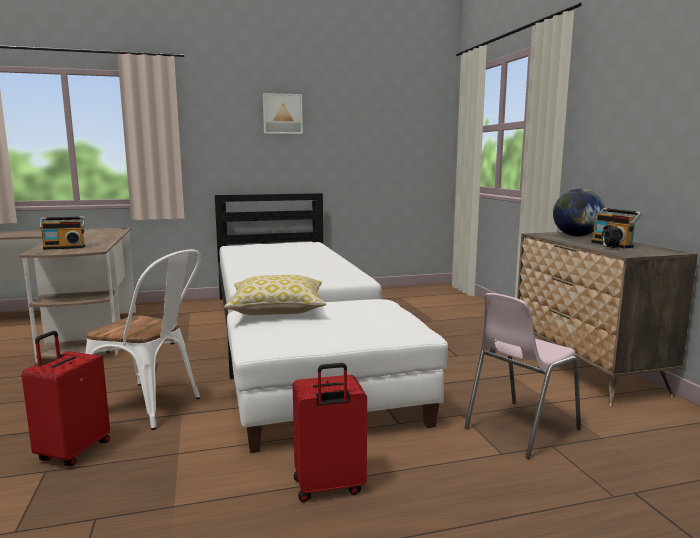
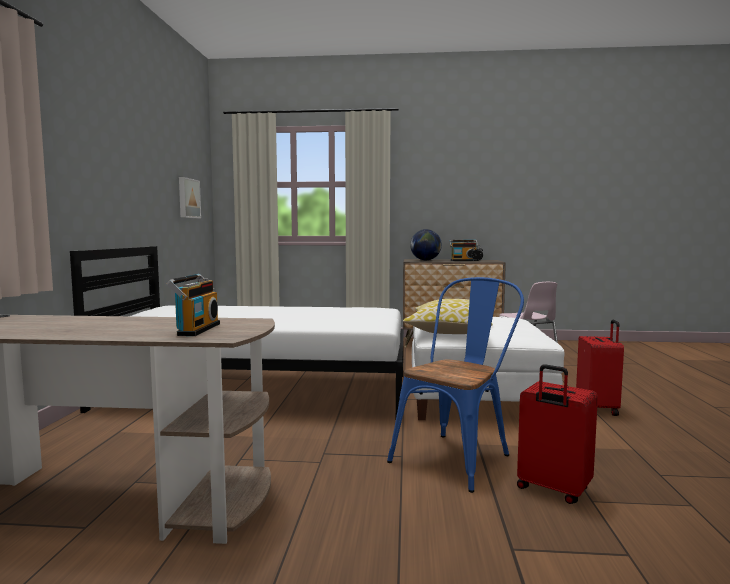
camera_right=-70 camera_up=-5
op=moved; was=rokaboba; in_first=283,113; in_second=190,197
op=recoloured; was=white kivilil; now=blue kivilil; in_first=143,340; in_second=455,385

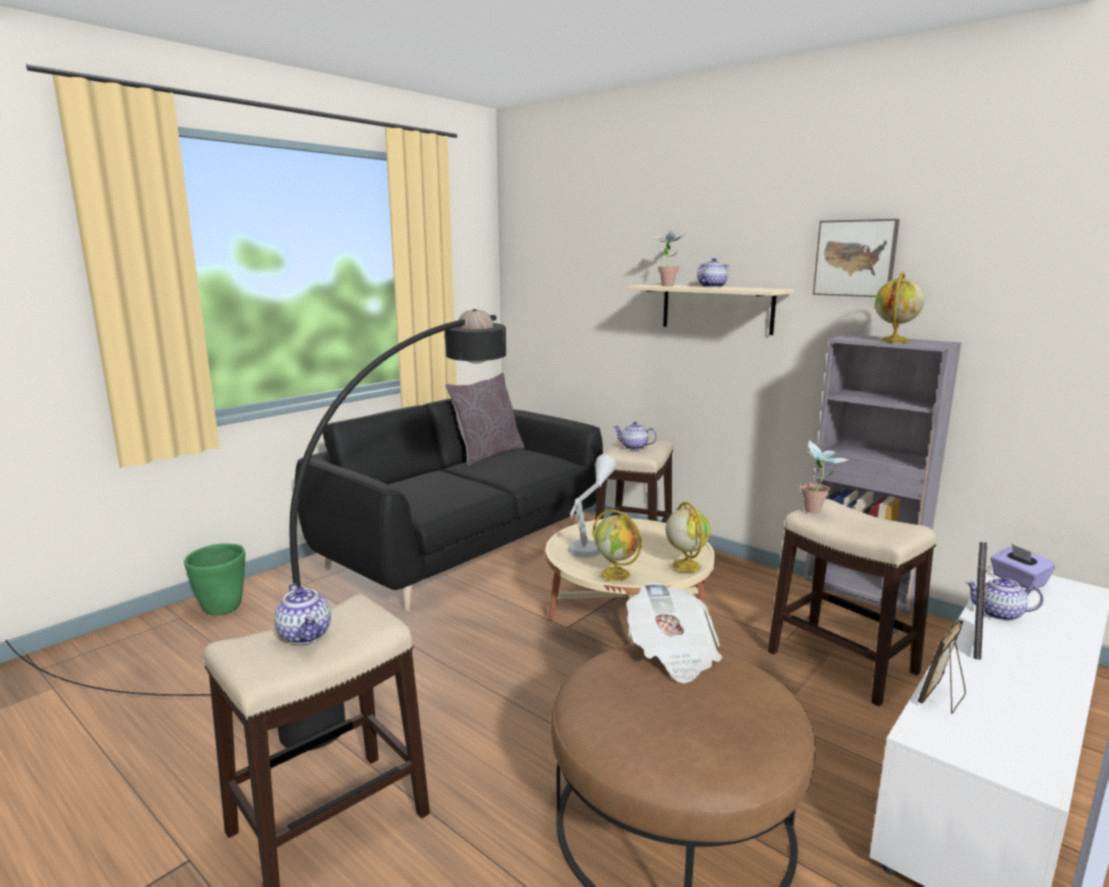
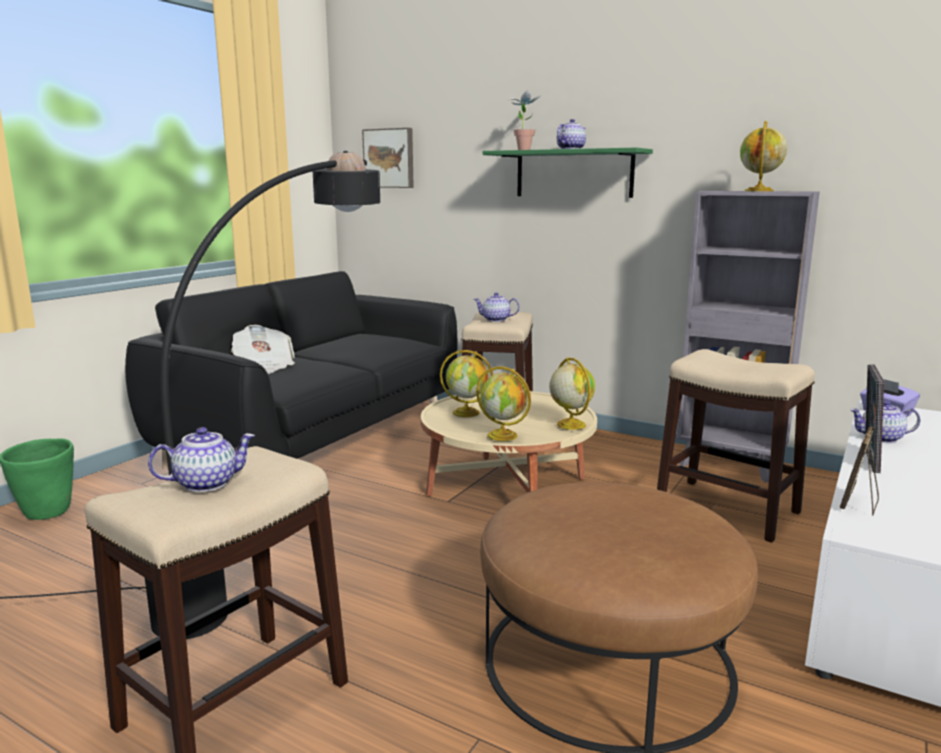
camera_right=-10 camera_up=0
op=moved; was=rokaboba; in_first=856,258; in_second=388,158
op=recoloured; was=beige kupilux; now=green kupilux; in_first=711,309; in_second=568,173
op=removed; was=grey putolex; in_first=485,419
op=removed; was=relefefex; in_first=825,476
op=replaced; was=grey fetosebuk; now=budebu; in_first=592,506; in_second=466,383
op=moved; was=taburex; in_first=674,633; in_second=263,349
op=turned; was=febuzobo; in_first=302,613; in_second=201,459; clockwise=-75

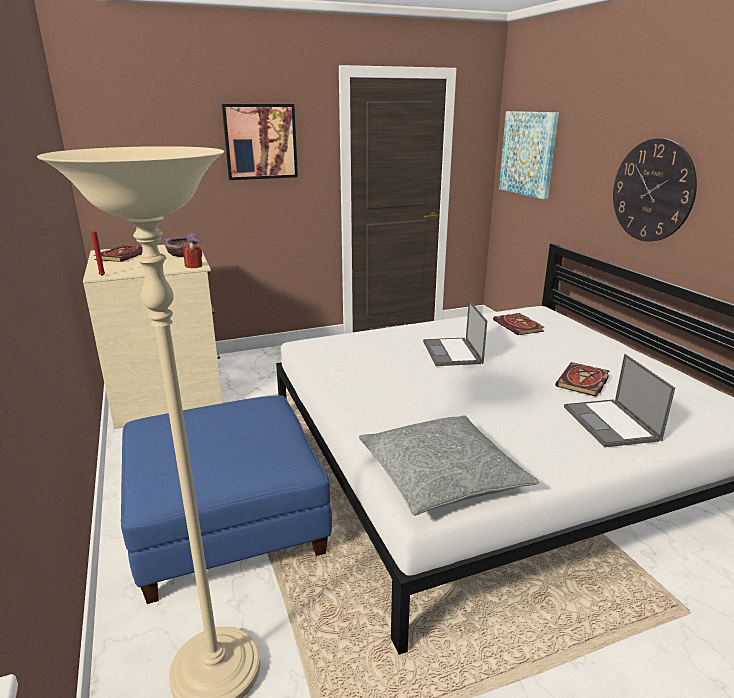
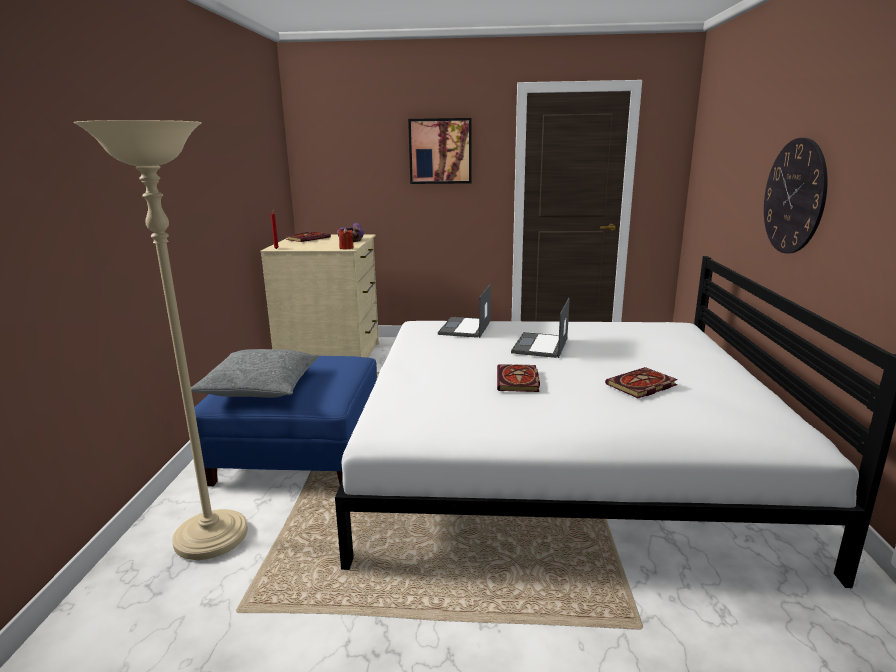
camera_right=25 camera_up=-5
op=removed; was=rokaboba; in_first=529,155
op=moved; was=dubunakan; in_first=519,324; in_second=518,378
op=moved; was=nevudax; in_first=619,400; in_second=464,311
op=moved; was=grey putolex; in_first=449,466; in_second=255,373

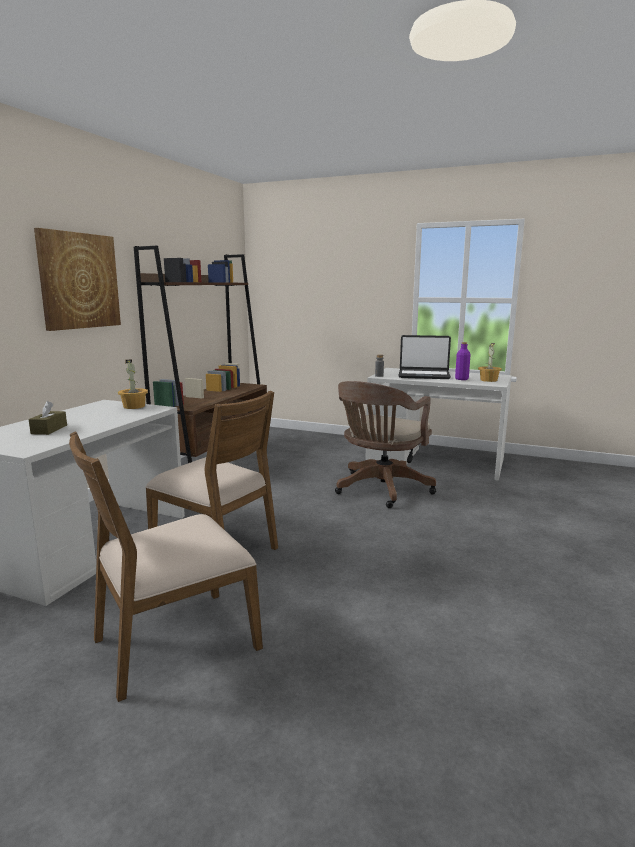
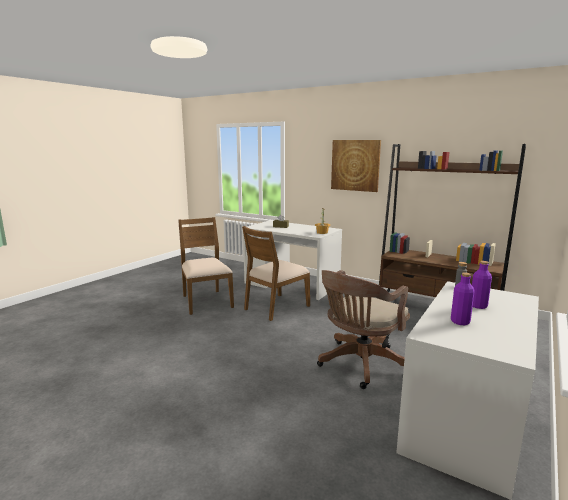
camera_right=100 camera_up=0
op=replaced; was=nevudax; now=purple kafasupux; in_first=424,357; in_second=482,285
op=removed; was=relefefex; in_first=490,362
op=turned; was=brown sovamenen; in_first=385,444; in_second=363,329; clockwise=-90

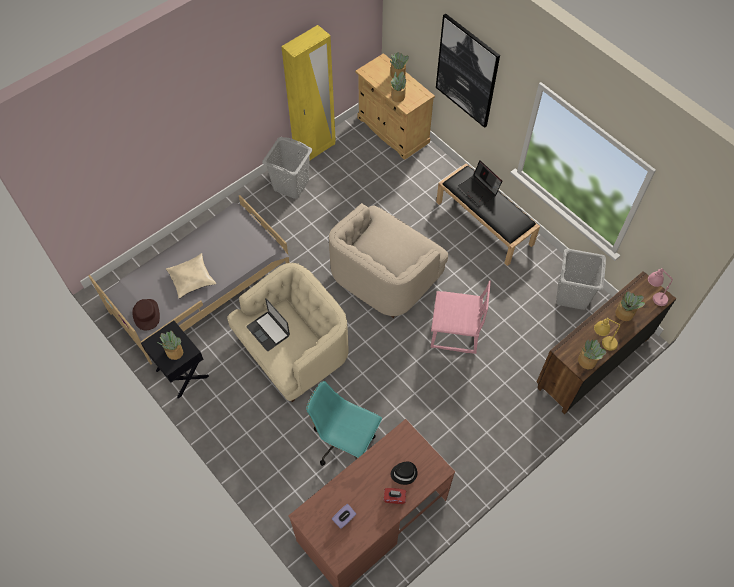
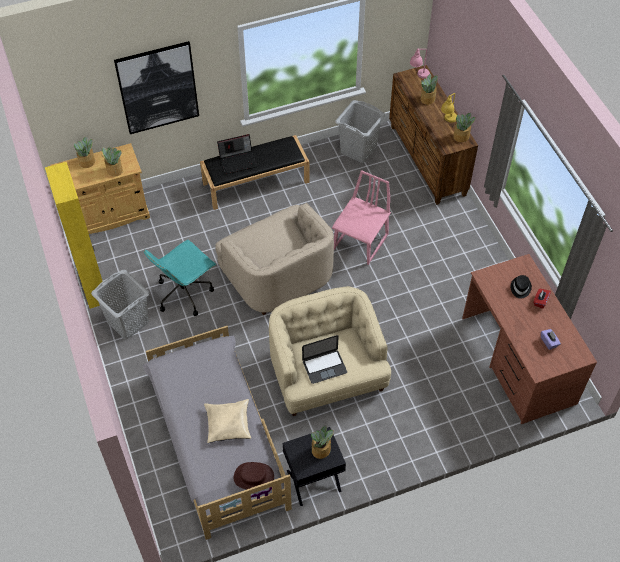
camera_right=-70 camera_up=-5
op=moved; was=turquoise sovamenen; in_first=344,423; in_second=180,278

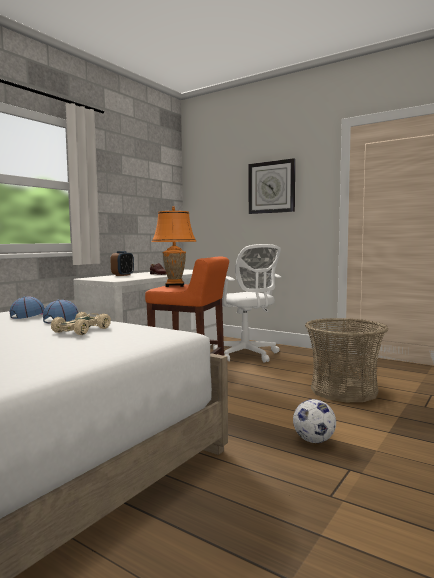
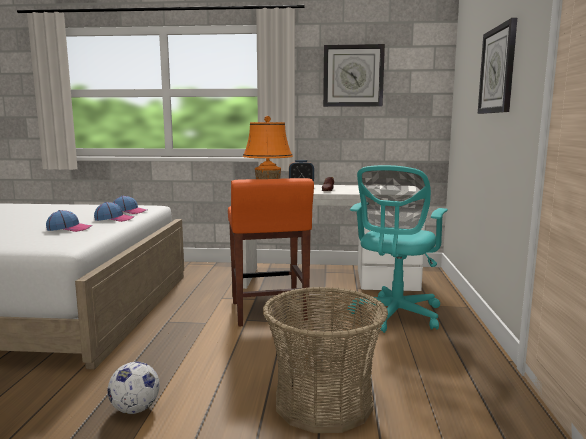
camera_right=60 camera_up=5
op=recoloured; was=white sovamenen; now=turquoise sovamenen; in_first=247,303; in_second=397,249
op=replaced; was=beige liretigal; now=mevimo; in_first=81,323; in_second=69,221
op=added; now=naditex; in_second=354,75

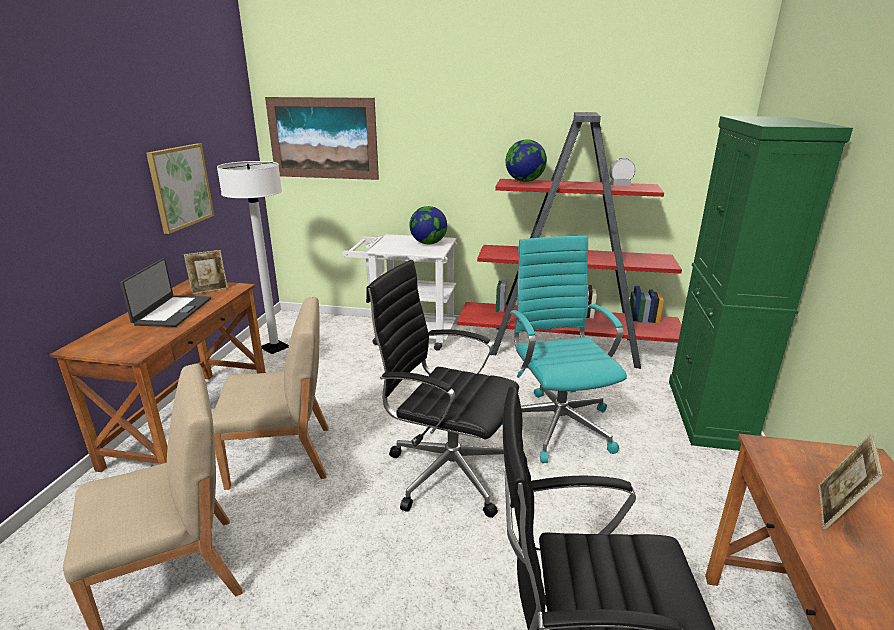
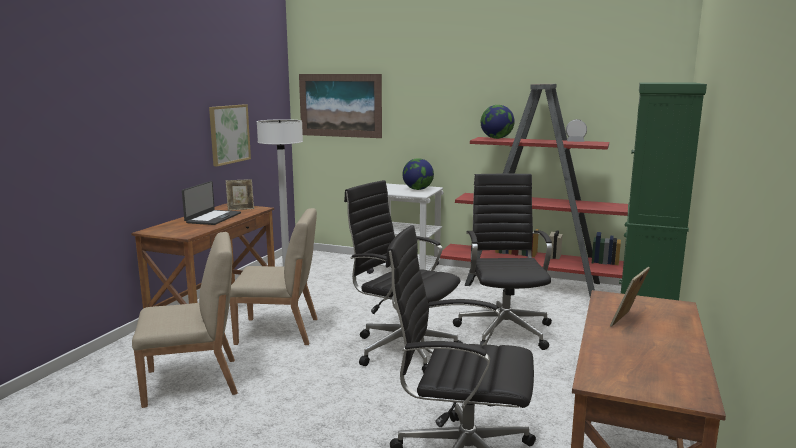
camera_right=10 camera_up=-10
op=recoloured; was=turquoise sovamenen; now=black sovamenen; in_first=564,349; in_second=502,262

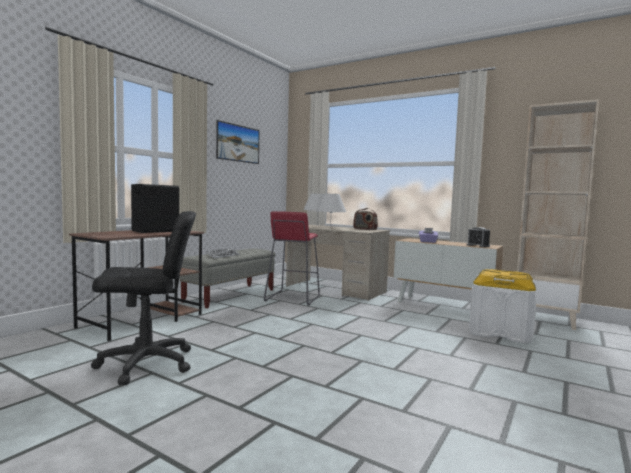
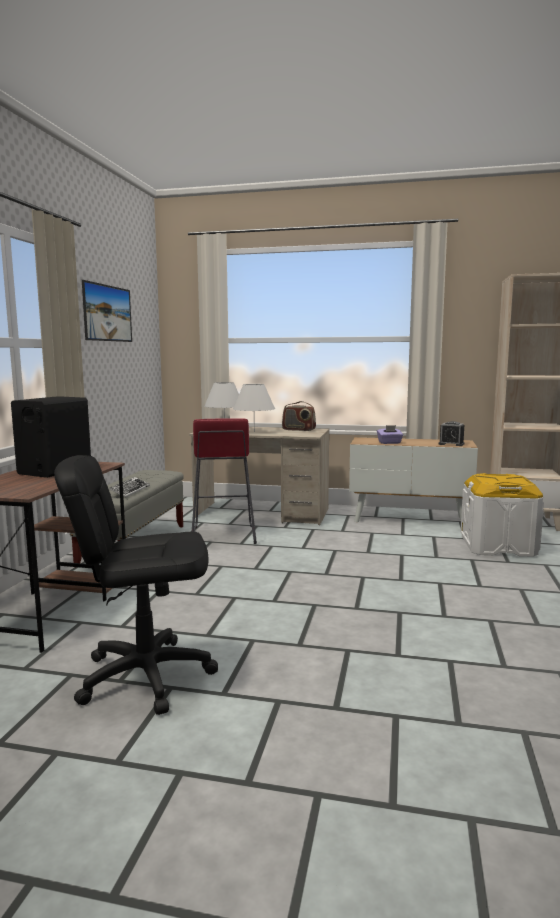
camera_right=-20 camera_up=5
op=turned; was=black sovamenen; in_first=143,298; in_second=136,585; clockwise=-150

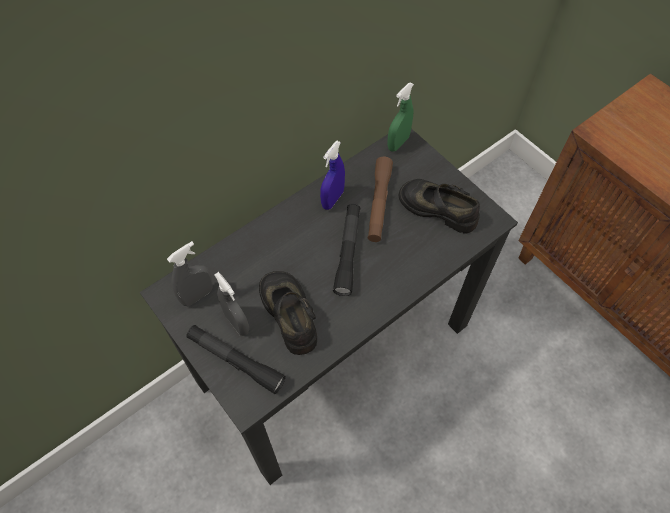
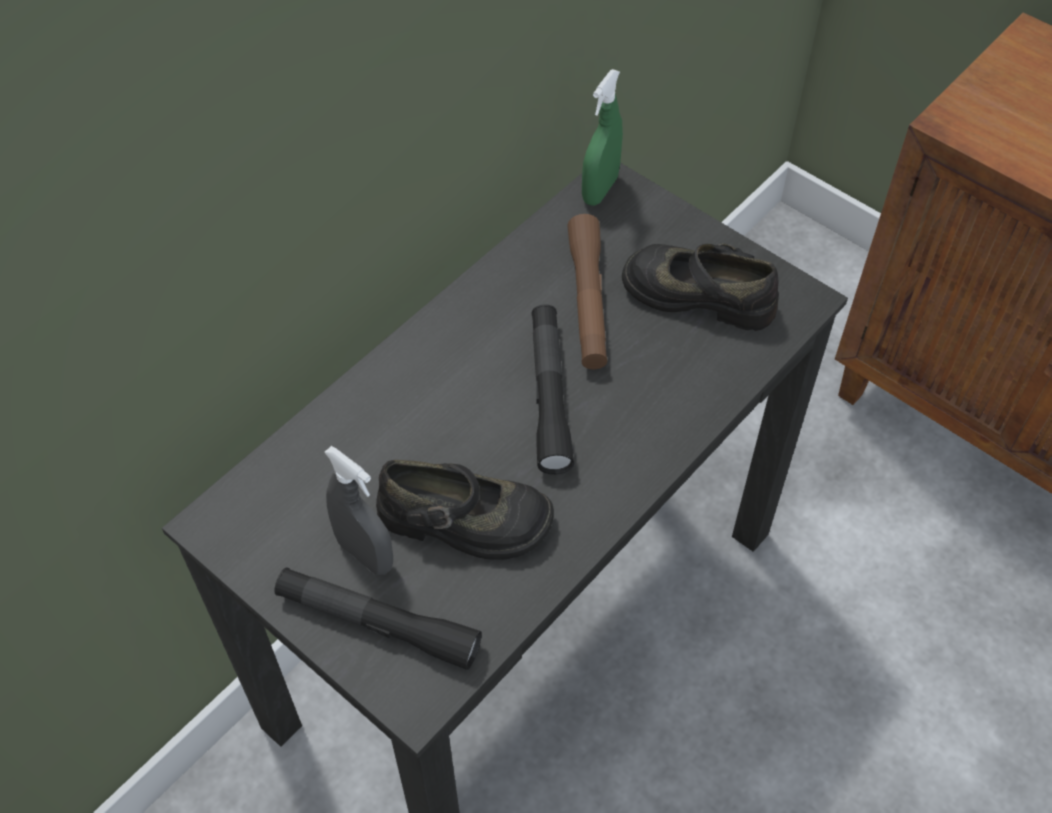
camera_right=-10 camera_up=-5
op=removed; was=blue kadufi; in_first=332,175
op=removed; was=grey kadufi; in_first=190,274
op=turned; was=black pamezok; in_first=288,313; in_second=465,510; clockwise=135

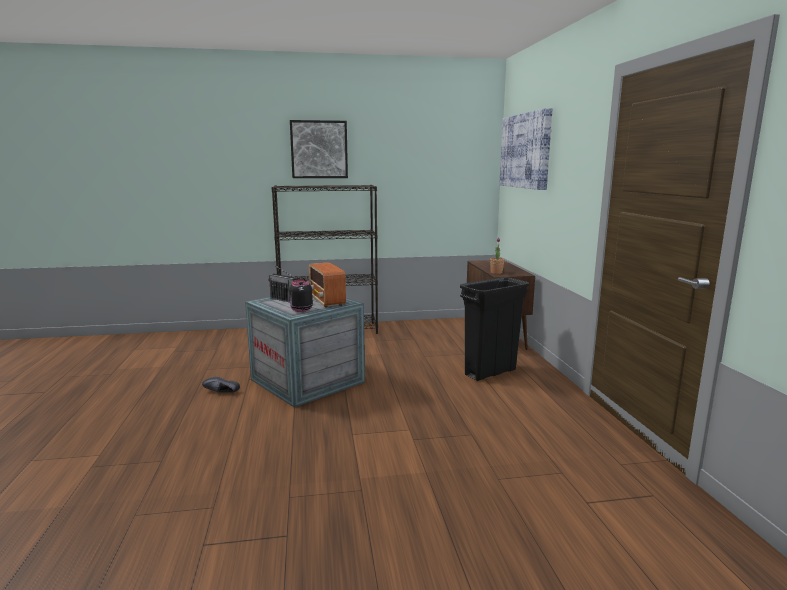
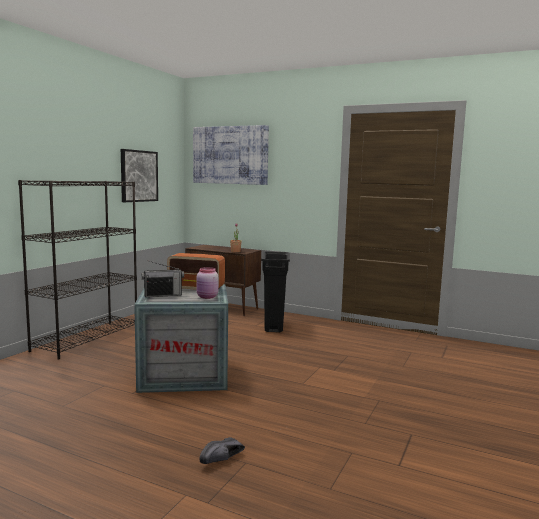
camera_right=-55 camera_up=-5
op=moved; was=rokaboba; in_first=319,149; in_second=139,175
op=recoloured; was=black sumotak; now=pink sumotak; in_first=301,295; in_second=207,283
op=moved; was=black pamezok; in_first=221,385; in_second=222,450

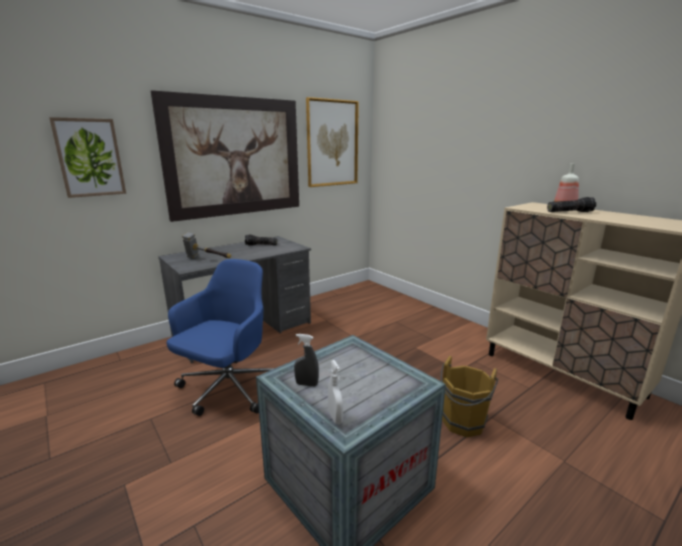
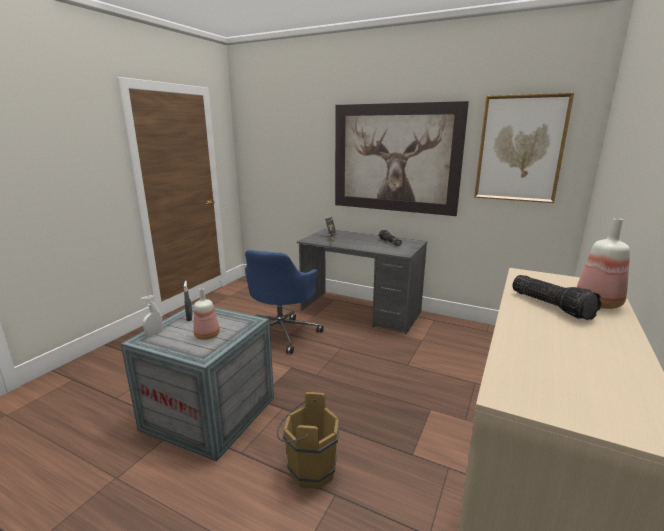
camera_right=65 camera_up=0
op=removed; was=rokaboba; in_first=87,157
op=turned; was=blue sovamenen; in_first=221,337; in_second=284,302; clockwise=105
op=added; now=kafasupux; in_second=207,314

